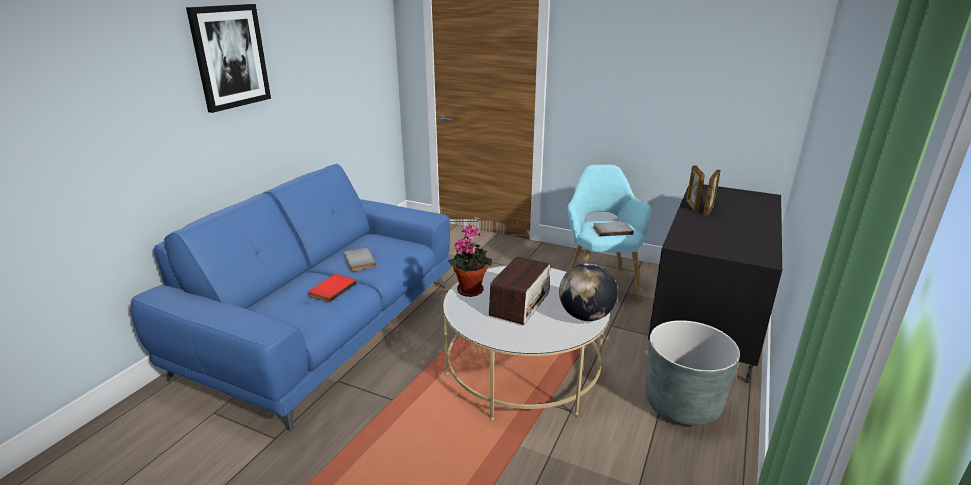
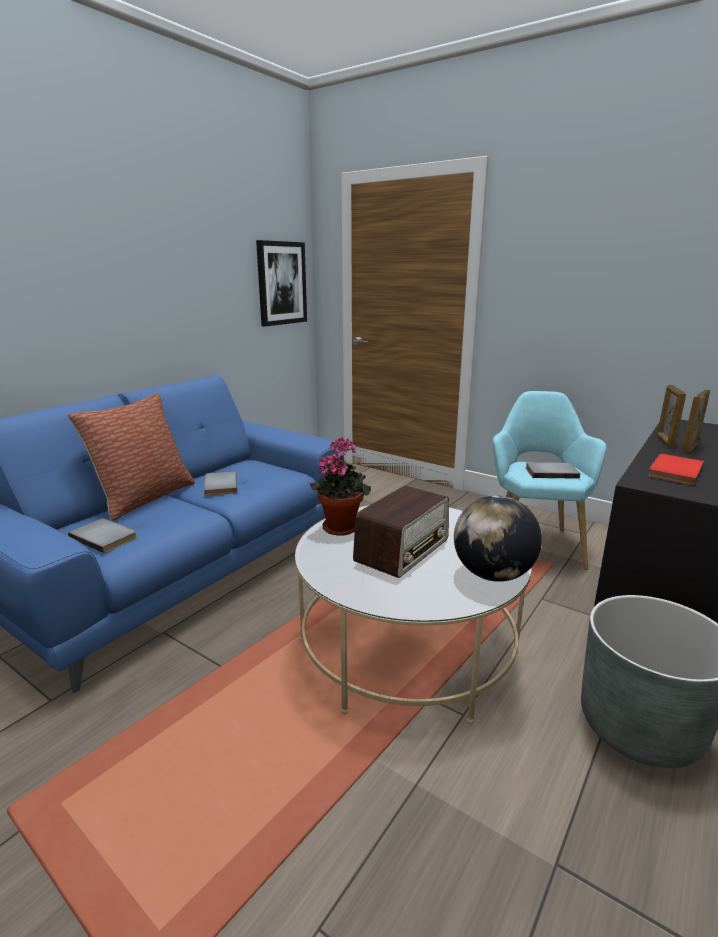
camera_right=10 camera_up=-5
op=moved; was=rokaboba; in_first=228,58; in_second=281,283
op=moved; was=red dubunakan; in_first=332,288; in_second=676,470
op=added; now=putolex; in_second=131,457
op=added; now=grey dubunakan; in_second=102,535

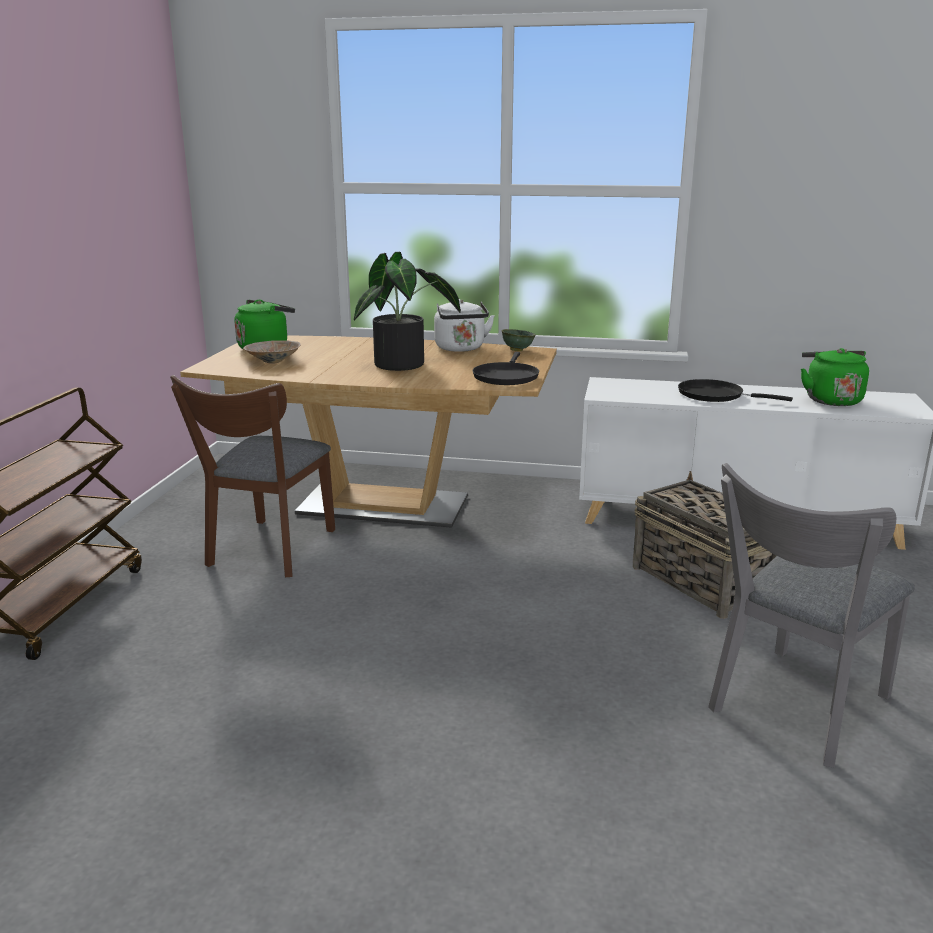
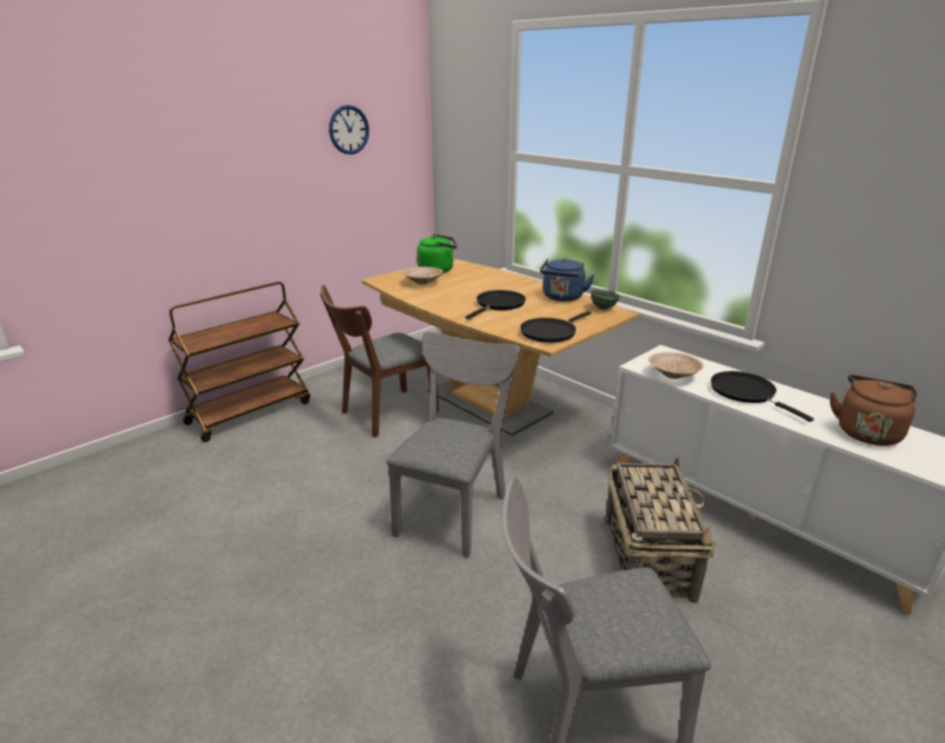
camera_right=35 camera_up=5
op=replaced; was=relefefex; now=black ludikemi; in_first=407,311; in_second=496,304
op=recoloured; was=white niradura; now=blue niradura; in_first=464,325; in_second=567,279
op=recoloured; was=green niradura; now=brown niradura; in_first=835,377; in_second=873,410
op=added; now=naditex; in_second=349,129
op=added; now=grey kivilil; in_second=453,444
op=added; now=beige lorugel; in_second=676,365

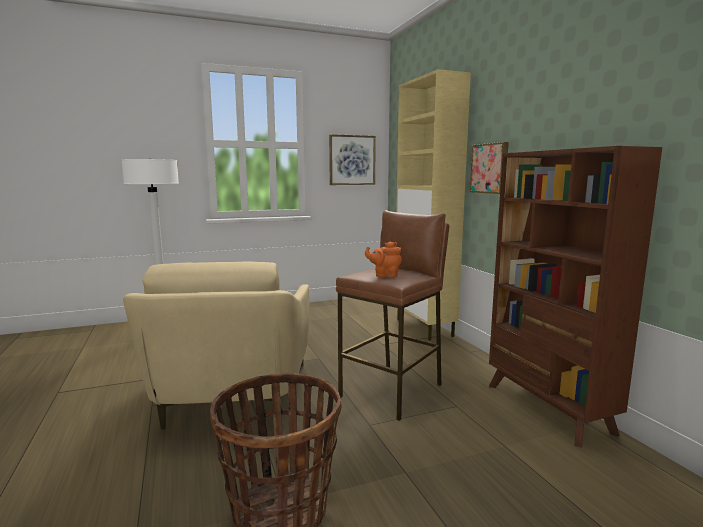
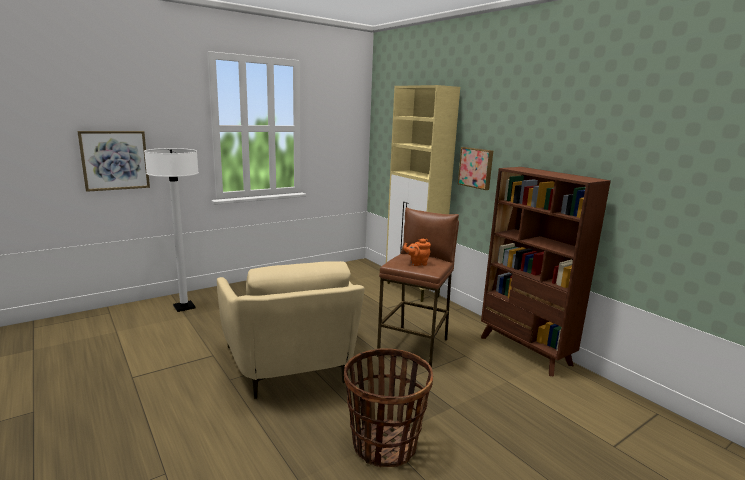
camera_right=-15 camera_up=5
op=moved; was=rokaboba; in_first=352,159; in_second=113,161

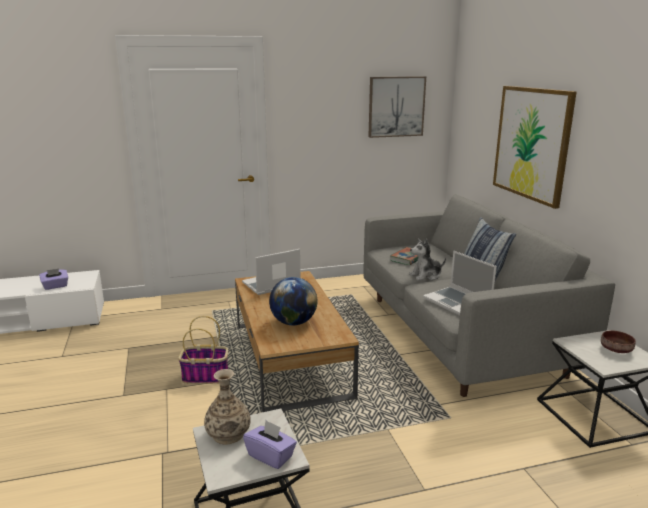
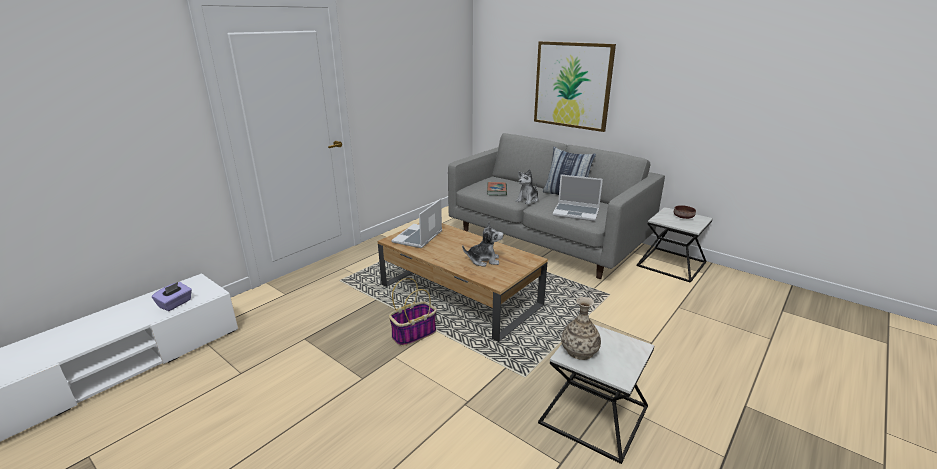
camera_right=-35 camera_up=5
op=removed; was=rokaboba; in_first=397,107
op=replaced; was=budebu; now=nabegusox; in_first=293,301; in_second=483,244
op=removed; was=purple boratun; in_first=270,444

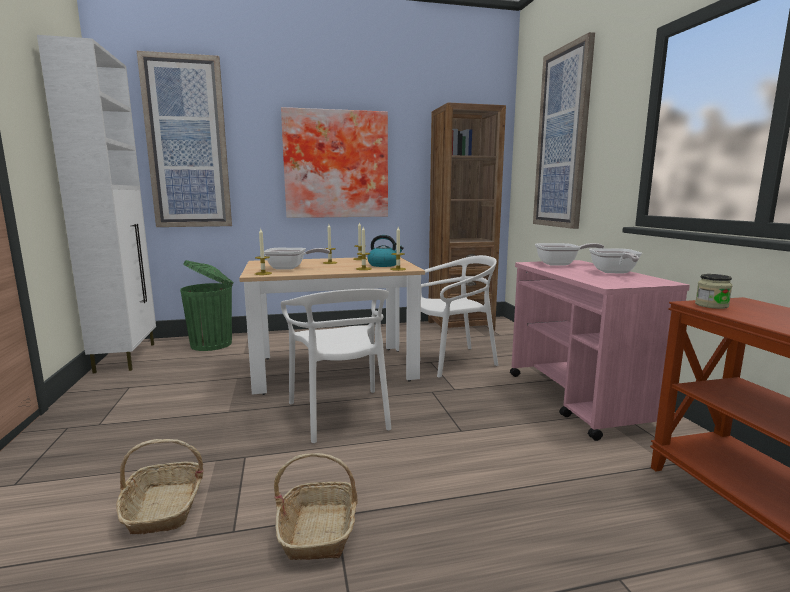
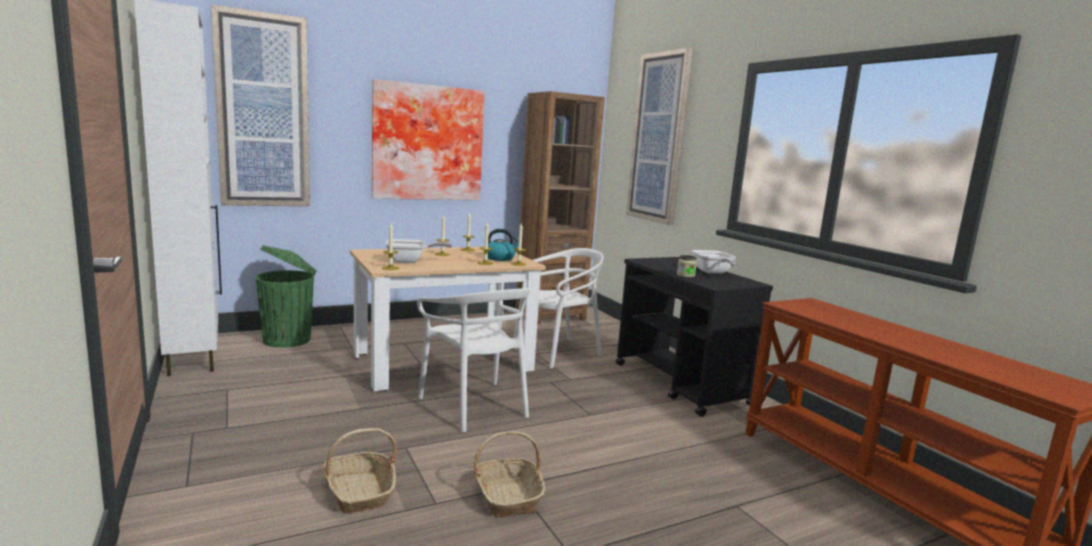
camera_right=-15 camera_up=0
op=removed; was=ludikemi; in_first=569,254
op=recoloured; was=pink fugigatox; now=black fugigatox; in_first=600,350; in_second=694,337
op=moved; was=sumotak; in_first=714,291; in_second=687,266

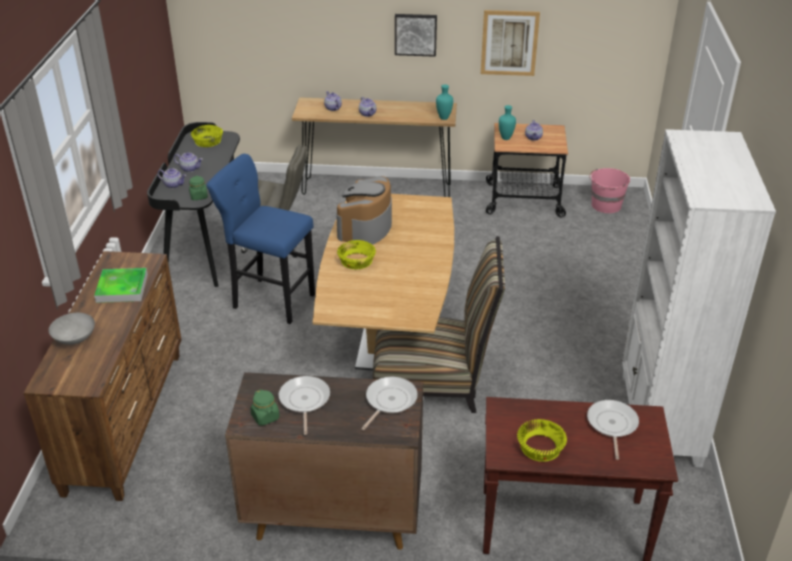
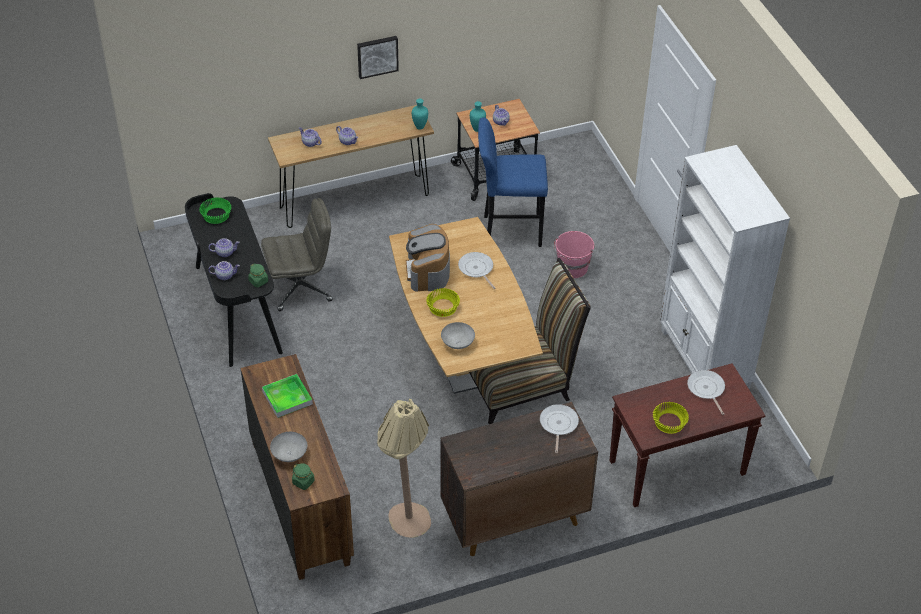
camera_right=-25 camera_up=10
op=removed; was=rokaboba; in_first=510,43
op=recoloured; was=yellow lorugel; now=green lorugel; in_first=207,136; in_second=215,210
op=moved; was=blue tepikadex; in_first=260,239; in_second=513,182
op=moved; was=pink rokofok; in_first=609,190; in_second=574,254
op=moved; was=ludikemi; in_first=304,405; in_second=477,270
op=moved; was=green sumotak; in_first=265,407; in_second=303,476
op=added; now=grey lorugel; in_second=458,335
op=added; now=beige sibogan; in_second=404,468

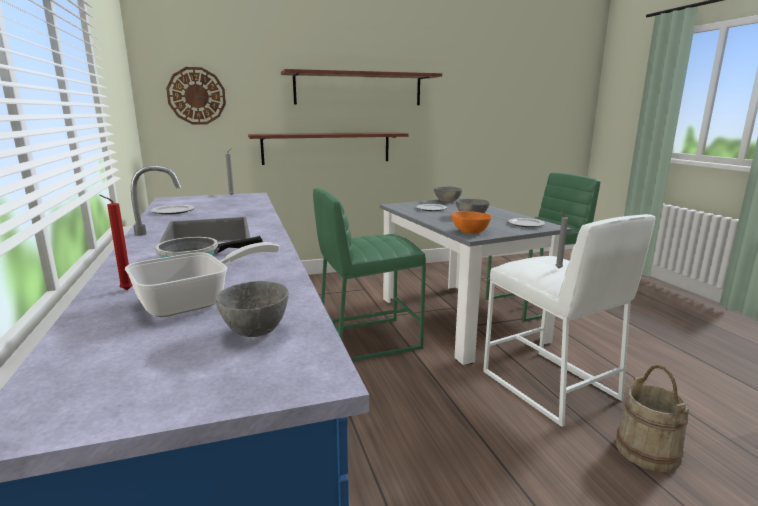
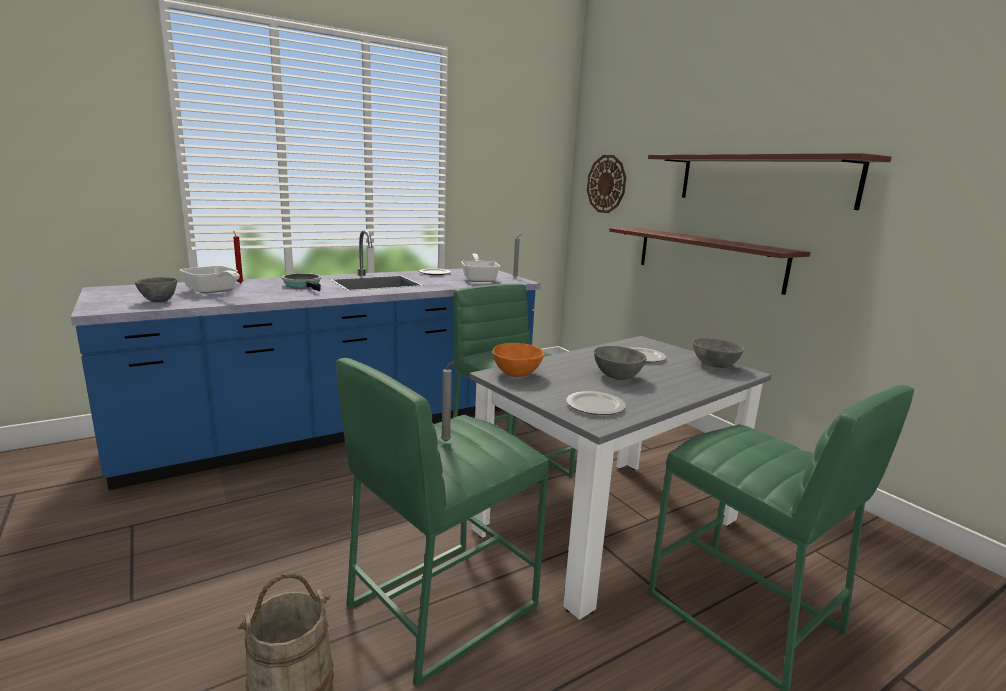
camera_right=75 camera_up=0
op=recoloured; was=white tepikadex; now=green tepikadex; in_first=569,320; in_second=442,522
op=added; now=ludikemi; in_second=480,268

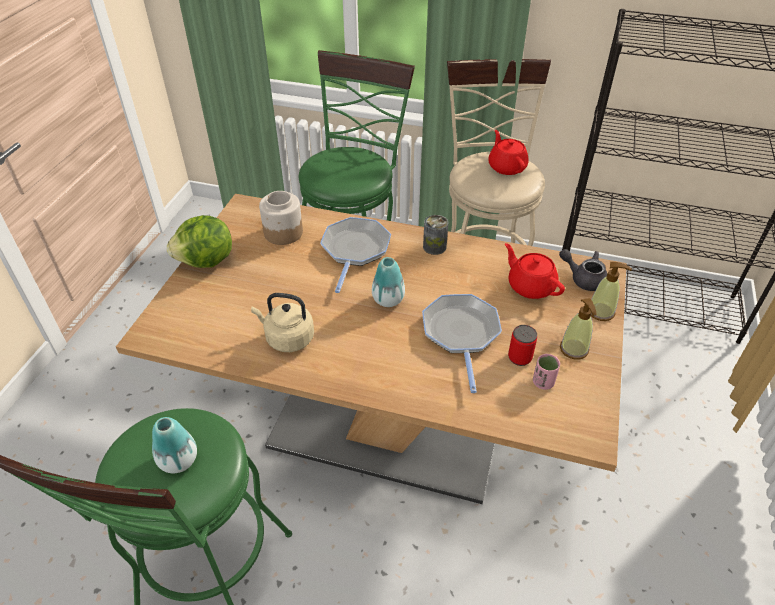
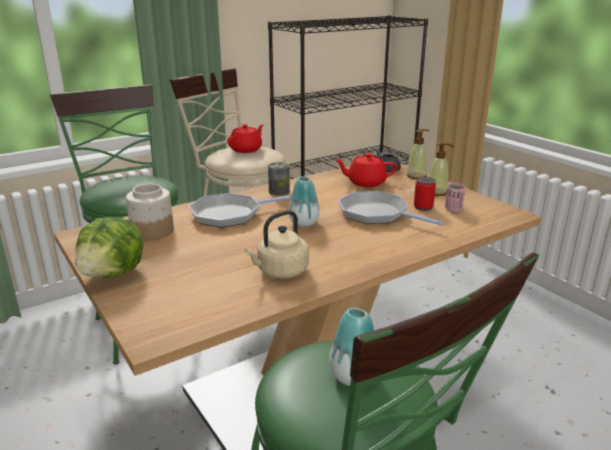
camera_right=-50 camera_up=-20
op=turned; was=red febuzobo; in_first=508,152; in_second=245,138; clockwise=105
op=turned; was=ludikemi; in_first=355,255; in_second=240,210; clockwise=-75

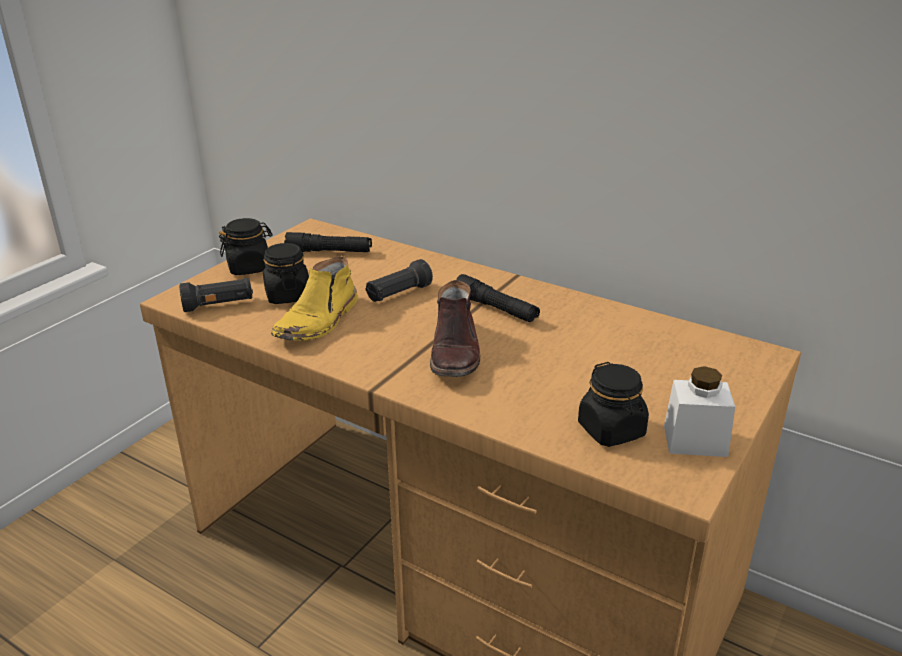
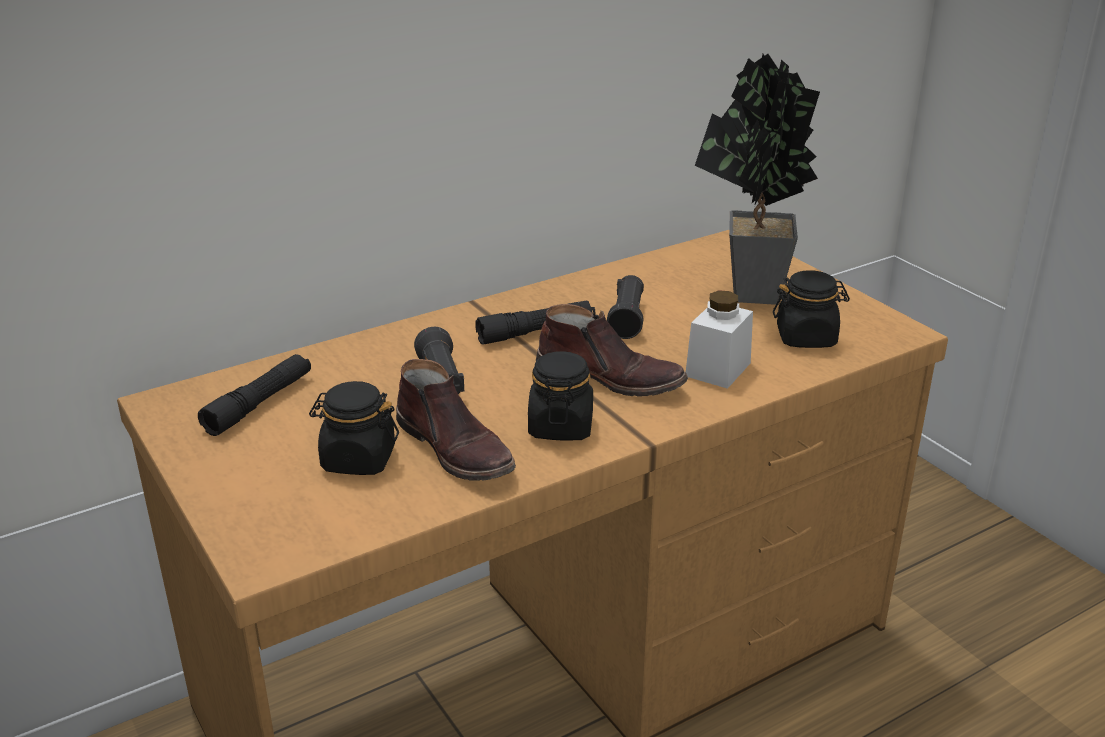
camera_right=-65 camera_up=0
op=moved; was=black sumotak; in_first=246,246; in_second=560,395
op=recoloured; was=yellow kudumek; now=brown kudumek; in_first=314,298; in_second=456,420
op=moved; was=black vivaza; in_first=216,295; in_second=625,307
op=moved; was=white sumotak; in_first=699,411; in_second=719,339
op=added; now=relefefex; in_second=757,179

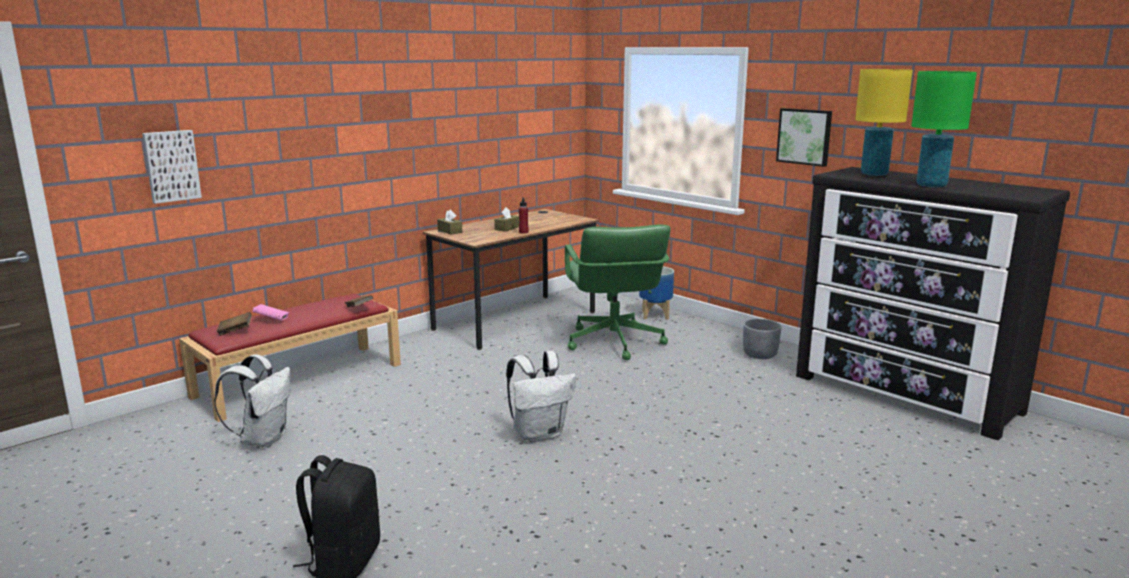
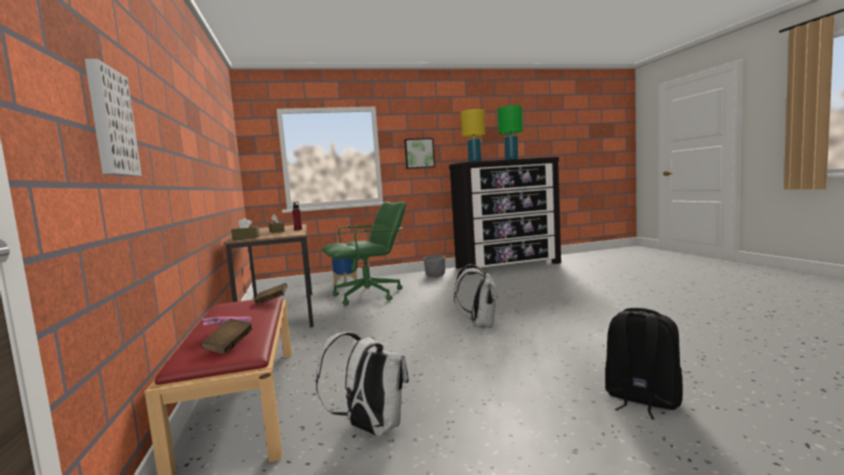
camera_right=-60 camera_up=-10
op=turned; was=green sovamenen; in_first=618,292; in_second=364,253; clockwise=-45

